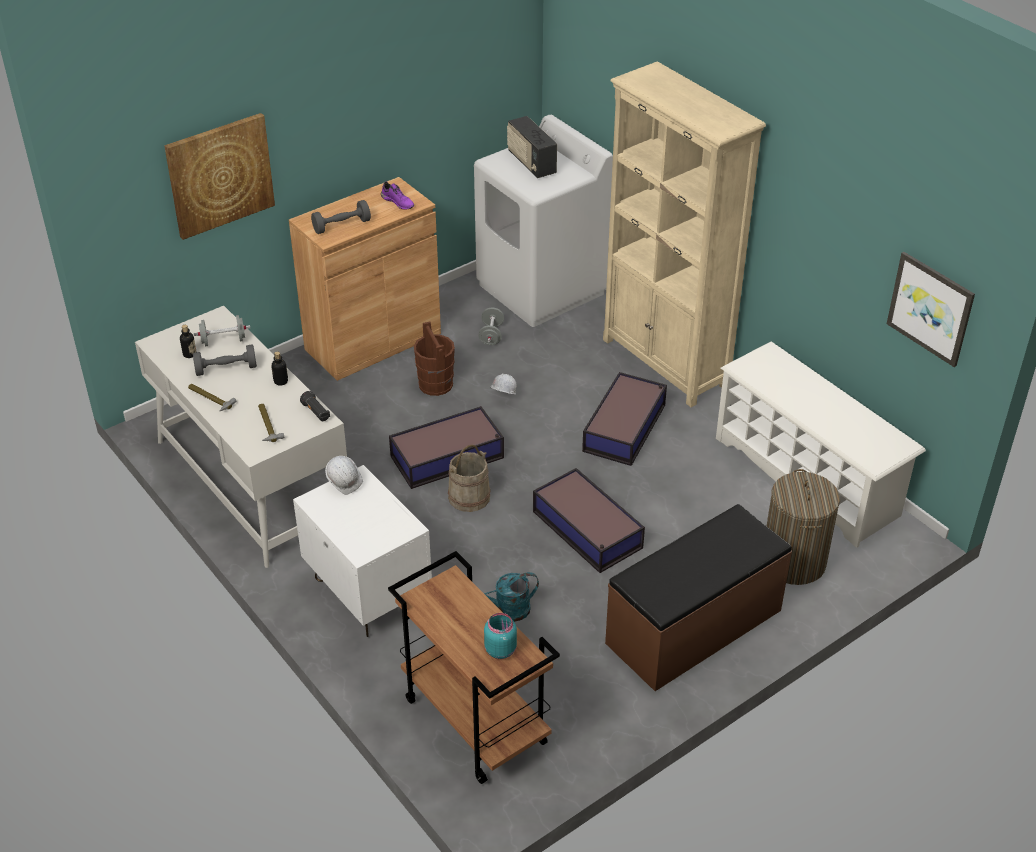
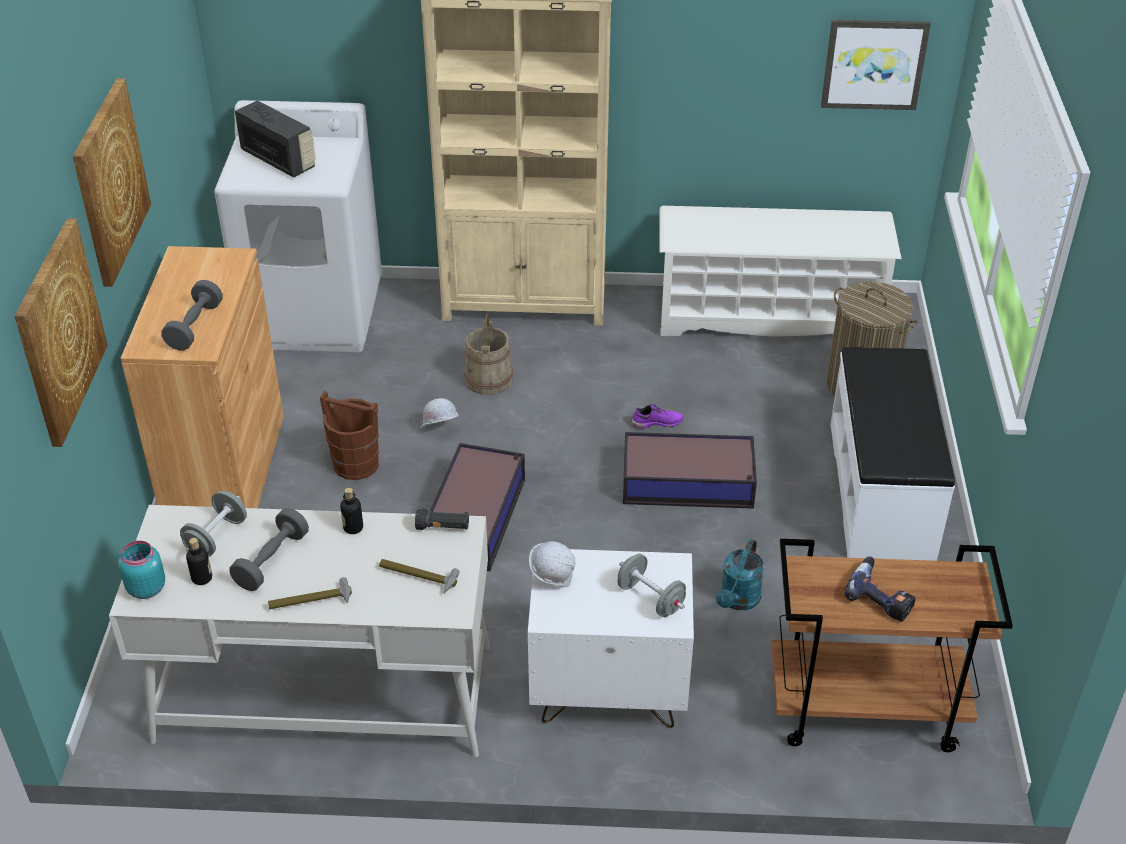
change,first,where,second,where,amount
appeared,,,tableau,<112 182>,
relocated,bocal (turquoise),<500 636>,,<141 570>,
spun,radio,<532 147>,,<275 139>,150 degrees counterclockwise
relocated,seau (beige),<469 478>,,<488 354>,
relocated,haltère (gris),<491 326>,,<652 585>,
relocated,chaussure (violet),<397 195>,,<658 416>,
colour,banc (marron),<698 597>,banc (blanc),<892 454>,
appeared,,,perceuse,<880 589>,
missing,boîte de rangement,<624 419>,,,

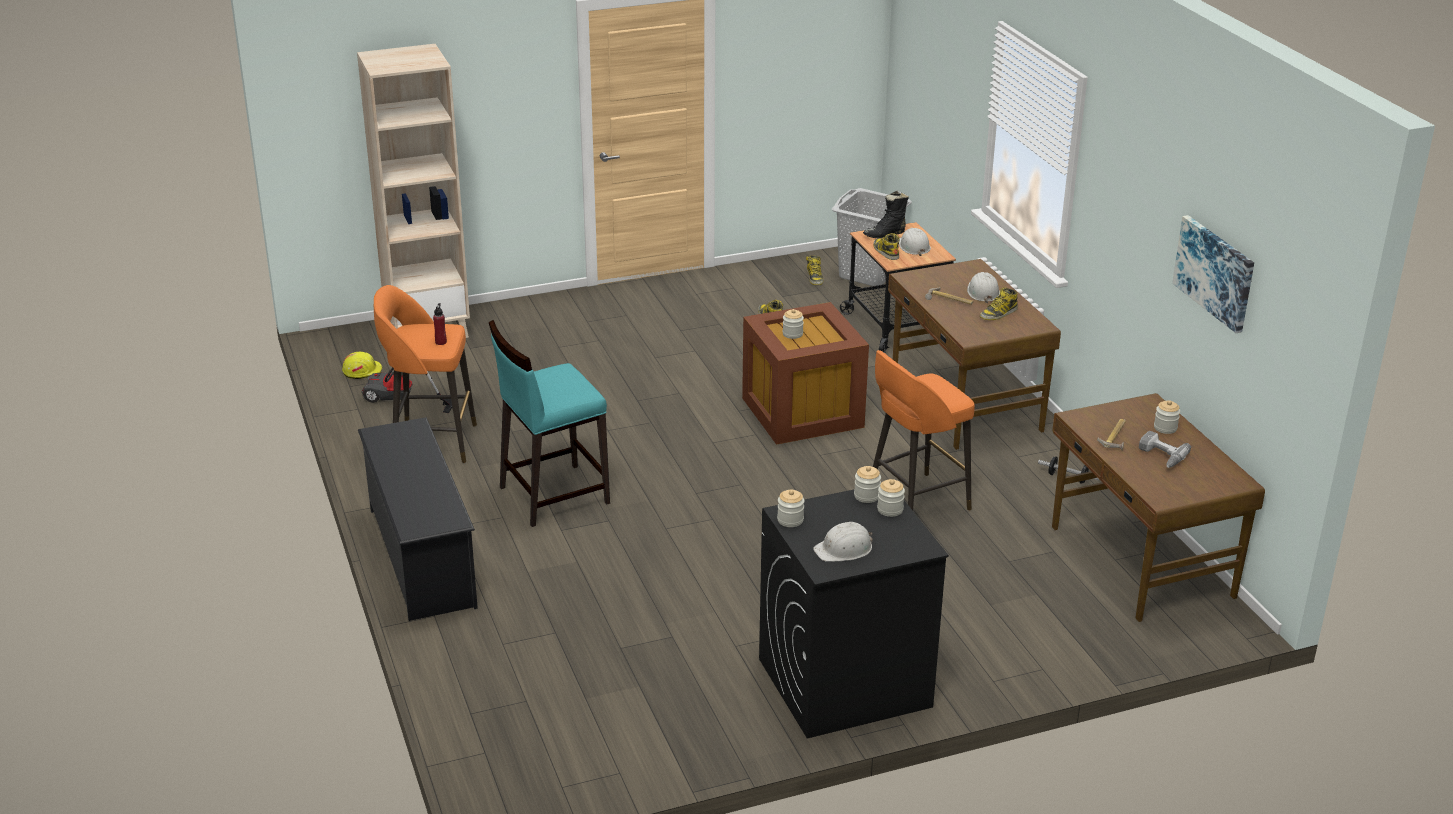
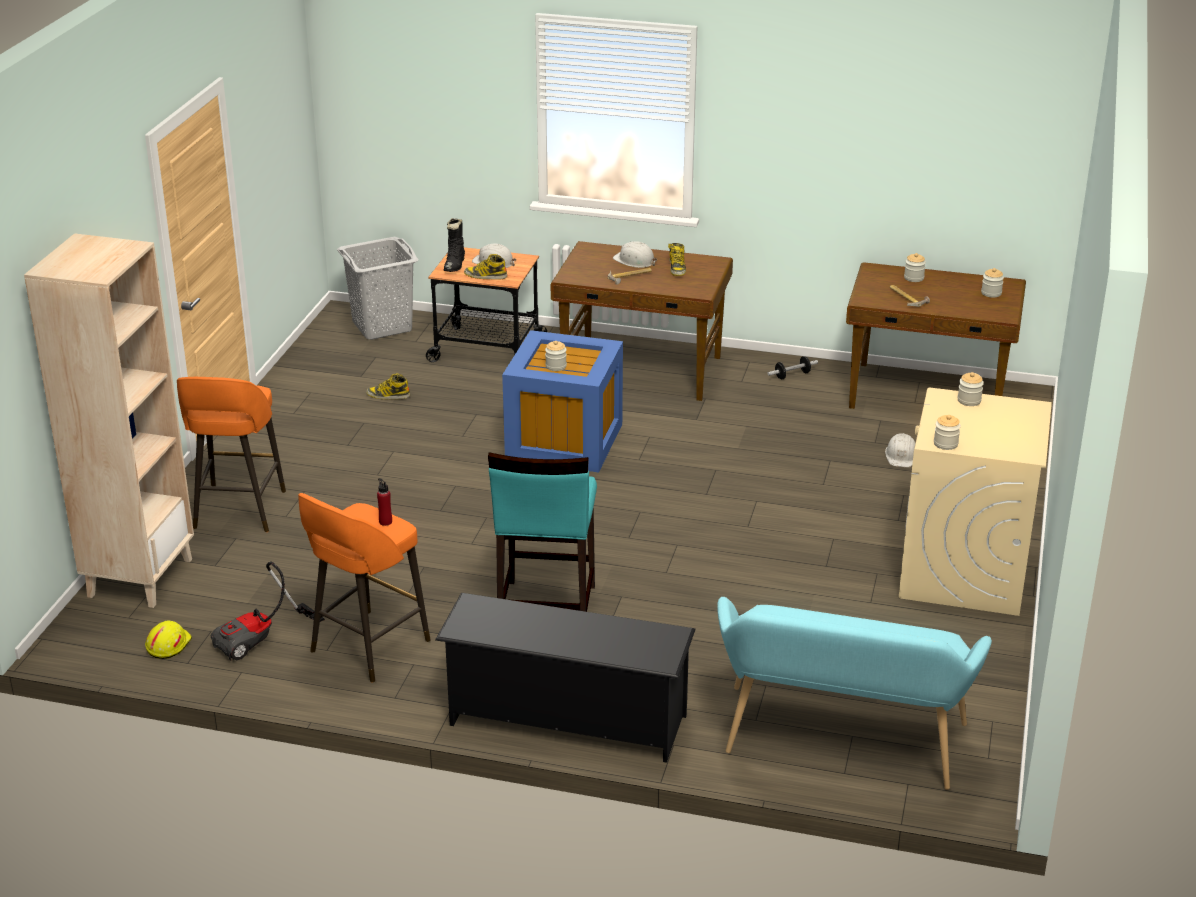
change,first,where,second,where,amount
relocated,tabouret (orange),<924 430>,,<231 454>,
colour,boîte de rangement (marron),<805 373>,boîte de rangement (bleu),<562 401>,
appeared,,,banc (turquoise),<854 693>,
relocated,casque de chantier (blanc),<843 542>,,<900 450>,
colour,lave-linge (noir),<854 614>,lave-linge (beige),<975 501>,
relocated,bocal,<867 484>,,<992 283>,
missing,botte,<814 270>,,,
missing,perceuse,<1165 449>,,,
missing,tableau,<1213 274>,,,

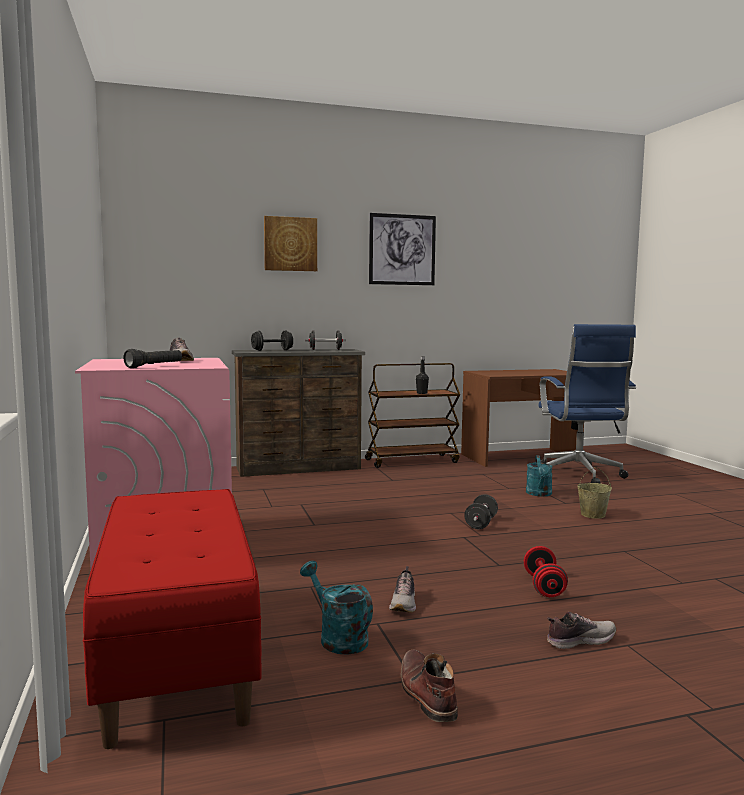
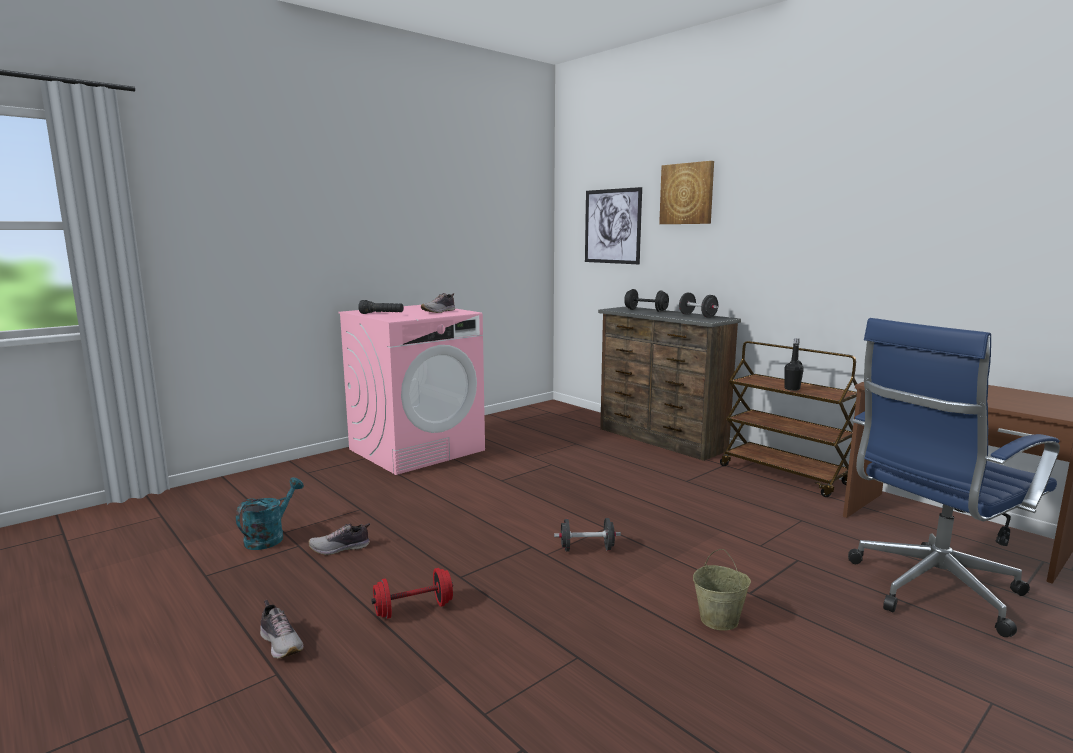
change,first,where,second,where,amount
relocated,tableau,<402 249>,,<613 225>,
missing,banc (rouge),<172 619>,,,
missing,botte (marron),<429 686>,,,
missing,arrosoir (turquoise),<539 476>,,,

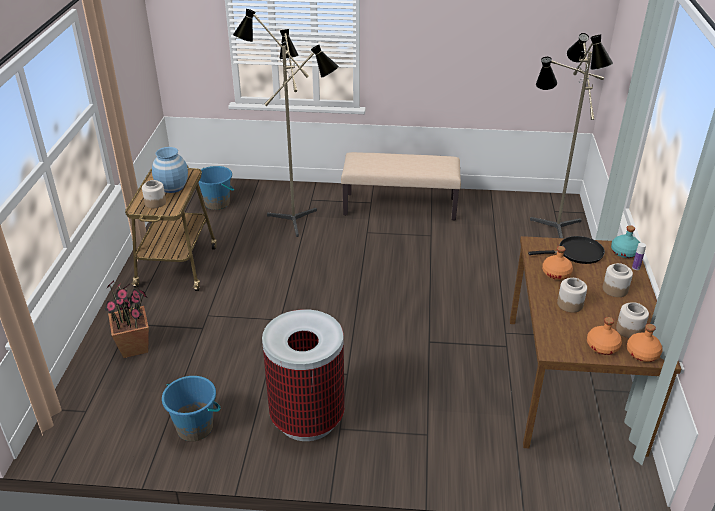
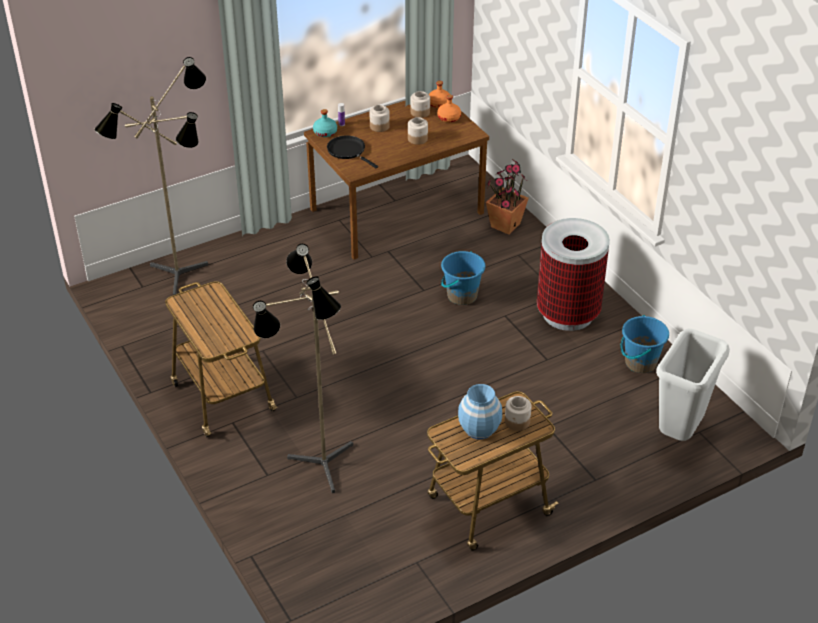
change,first,where,second,where,amount
exchanged,banc (beige),<401 186>,chariot,<221 359>,
relocated,seau (bleu),<216 188>,,<463 278>,
relocated,plante en pot,<126 319>,,<507 196>,
appeared,,,poubelle (gris),<693 385>,
missing,bouteille (orange),<557 263>,,,

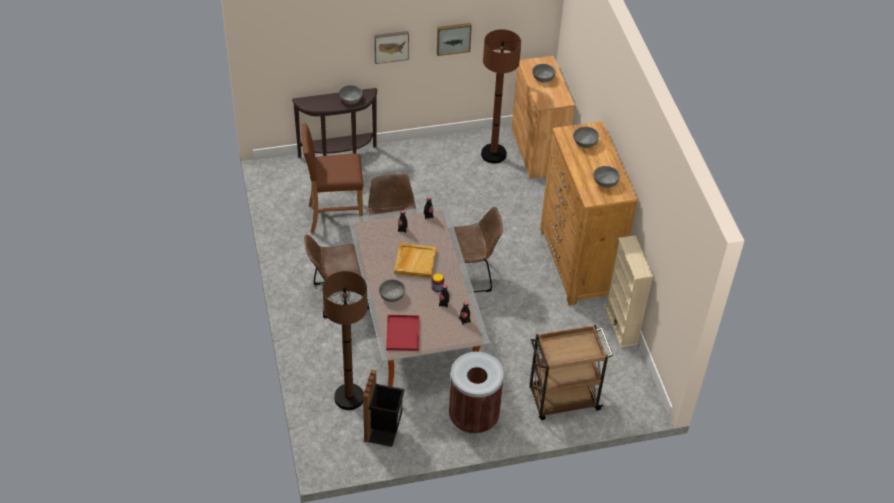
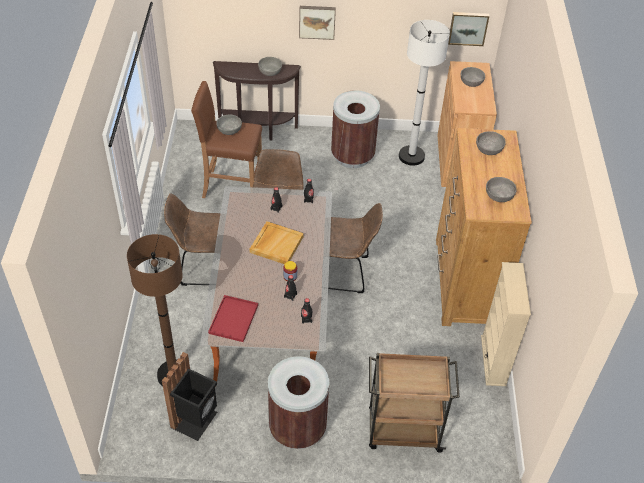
change,first,where,second,where,amount
relocated,bol (gris),<392 290>,,<229 125>,
appeared,,,poubelle (marron),<355 129>,
colour,lampadaire (marron),<501 96>,lampadaire (blanc),<424 93>,
relocated,tableau,<454 39>,,<468 29>,

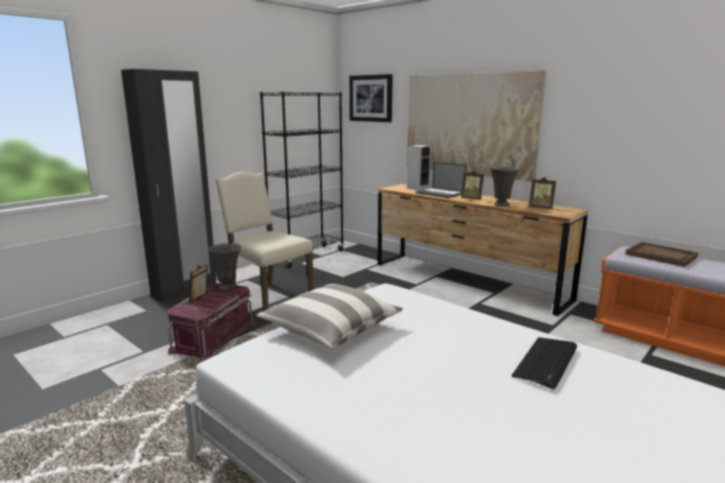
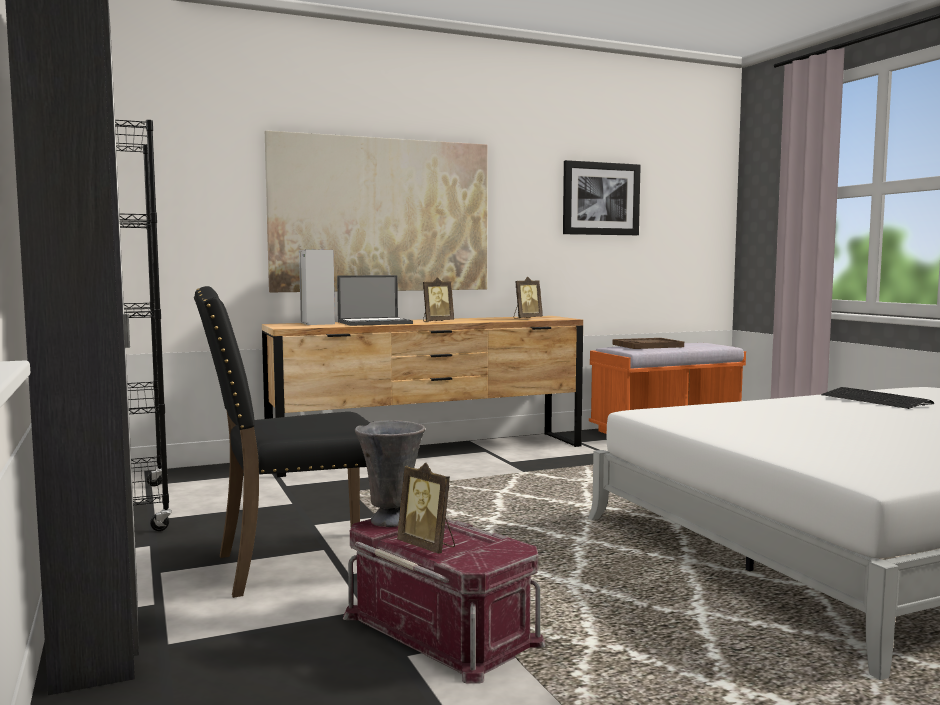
change,first,where,second,where,amount
colour,chaise (beige),<264 241>,chaise (noir),<282 442>,
relocated,tableau,<371 98>,,<602 197>,
missing,coussin,<330 316>,,,
missing,vase (gris),<504 187>,,,

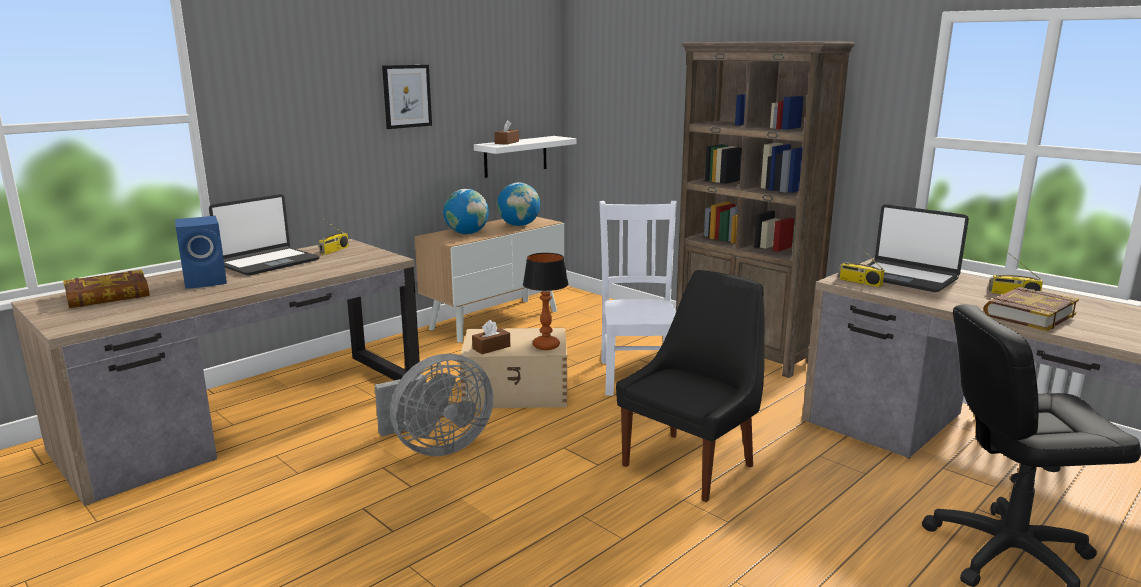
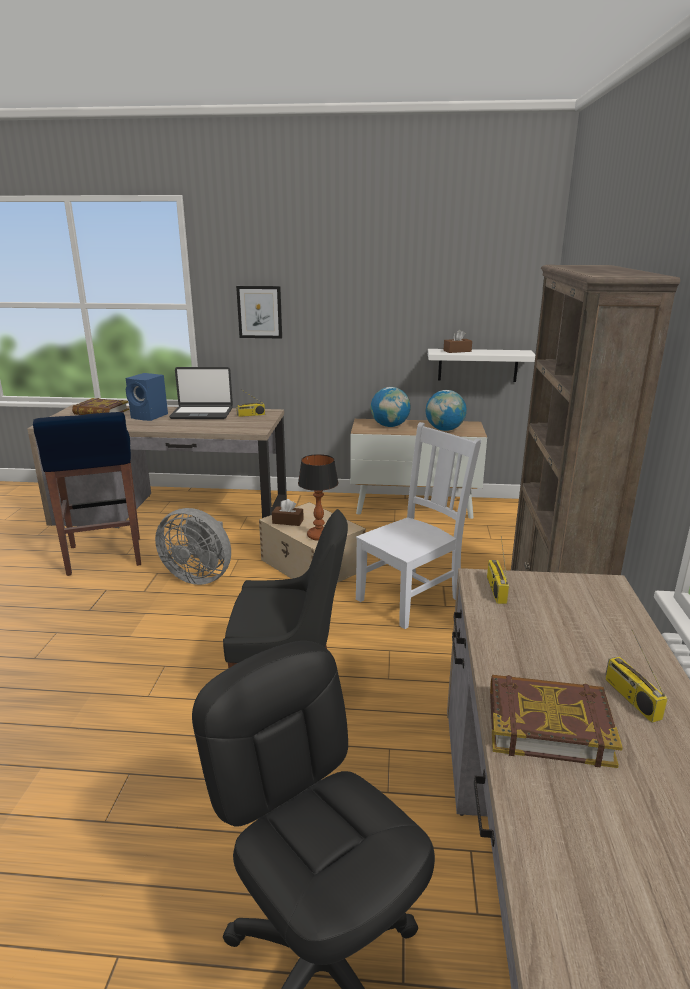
change,first,where,second,where,amount
appeared,,,tabouret (bleu),<87 494>,
relocated,tableau,<407 97>,,<259 312>,
missing,ordinateur portable,<918 248>,,,

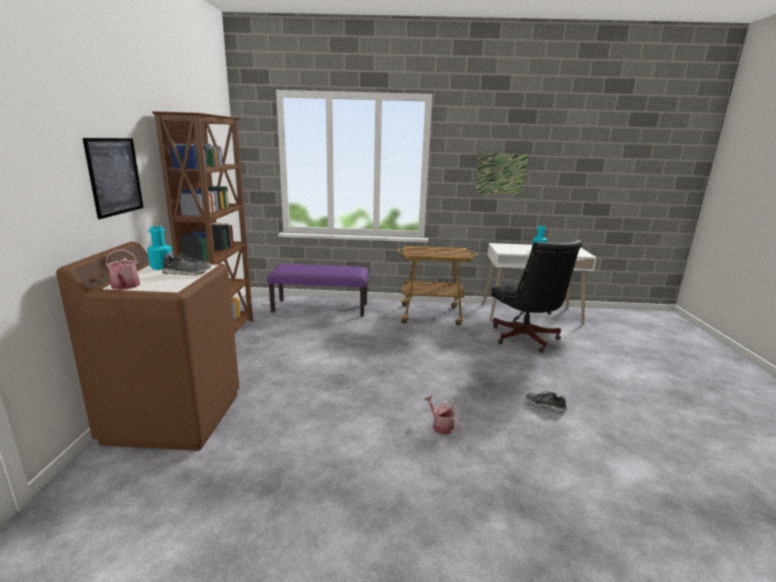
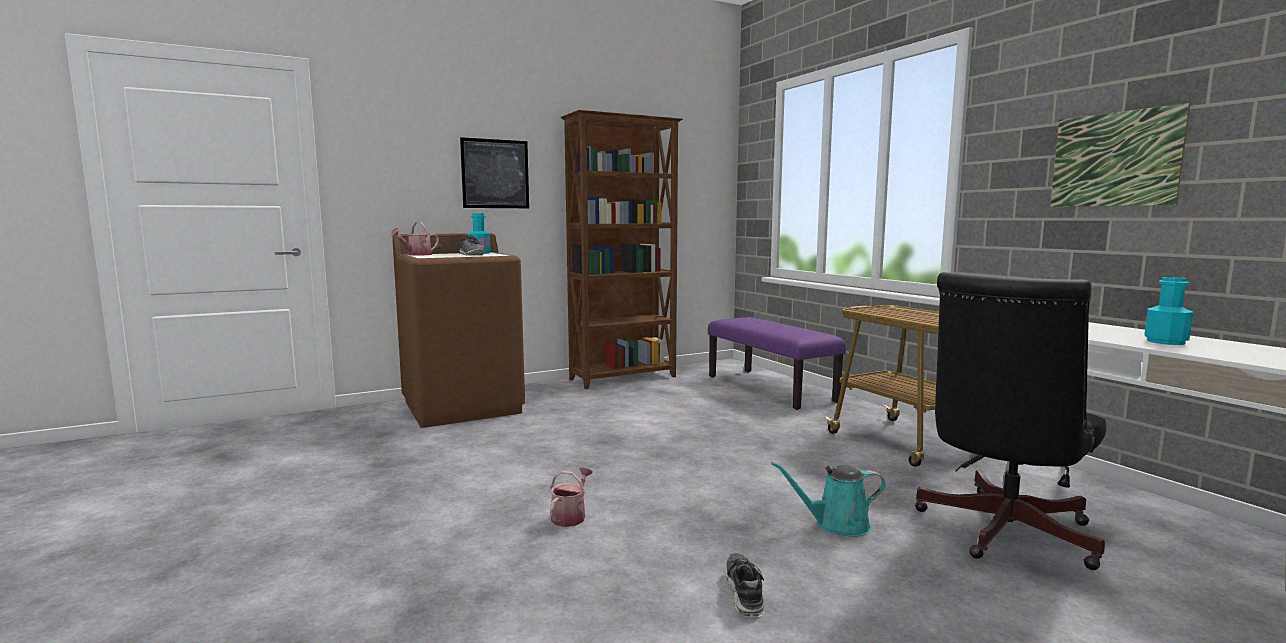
change,first,where,second,where,amount
appeared,,,arrosoir (turquoise),<828 499>,

